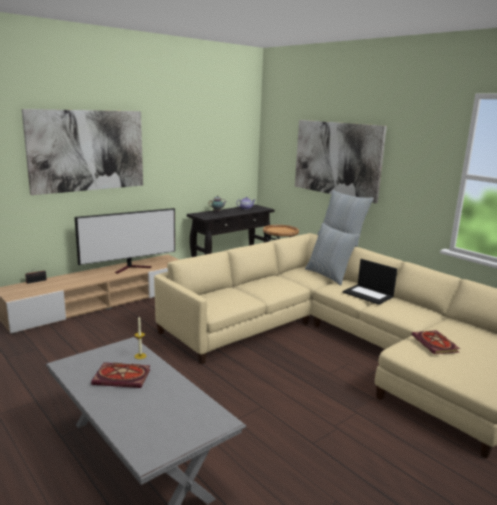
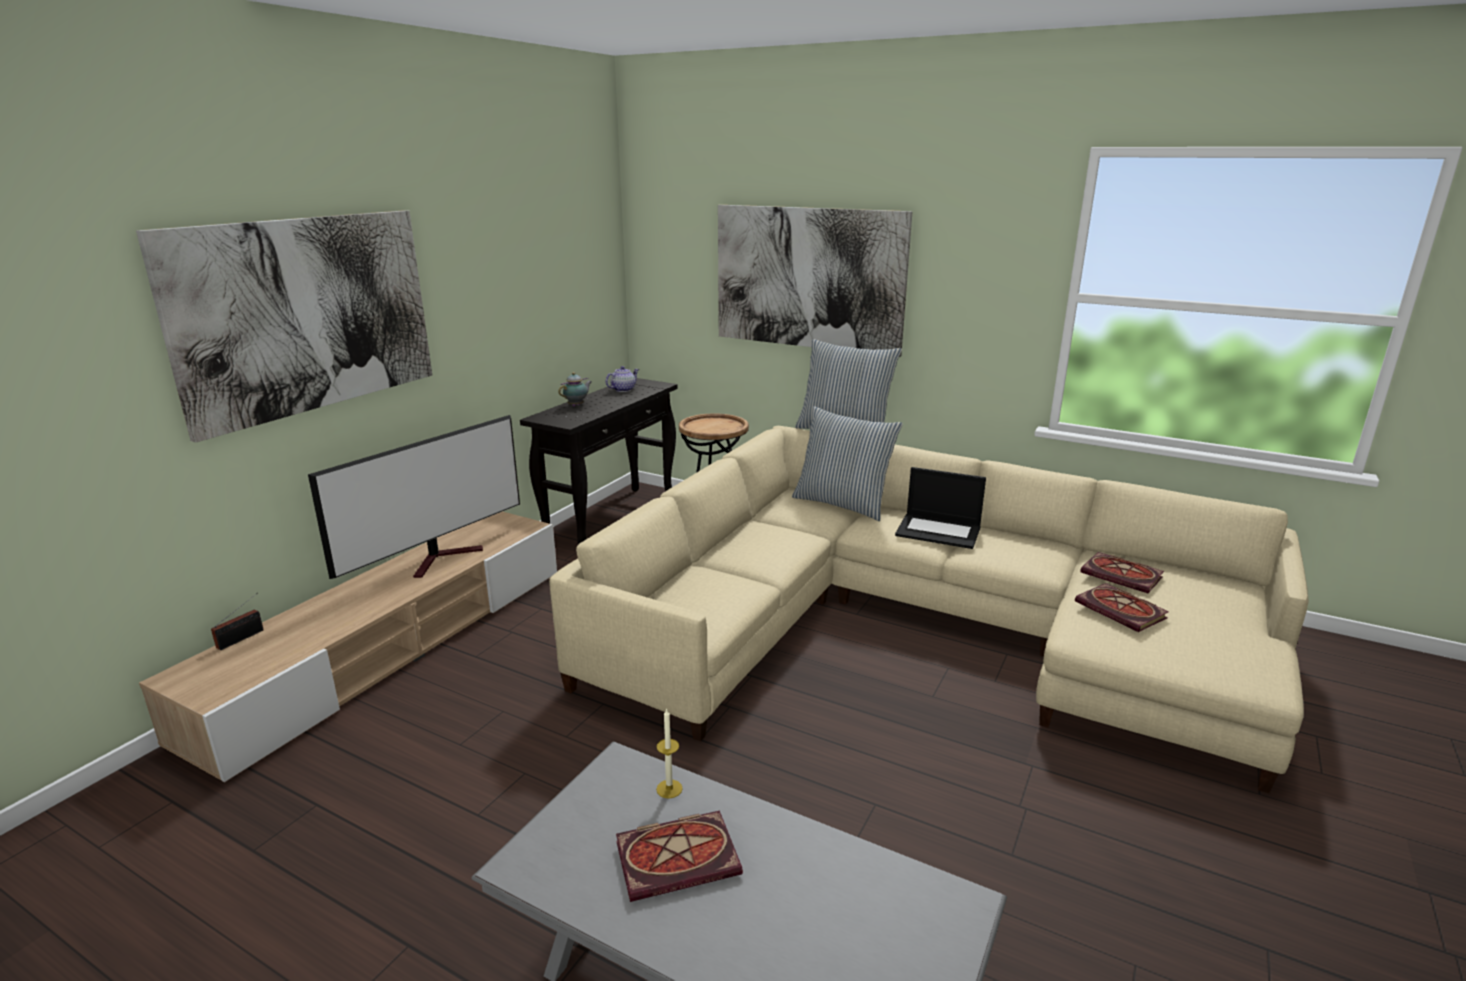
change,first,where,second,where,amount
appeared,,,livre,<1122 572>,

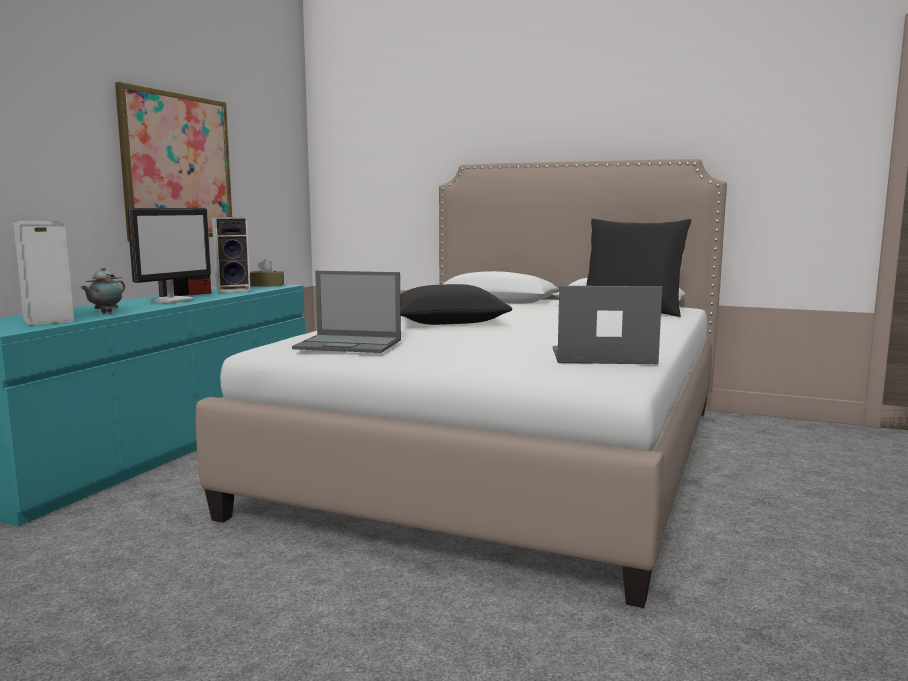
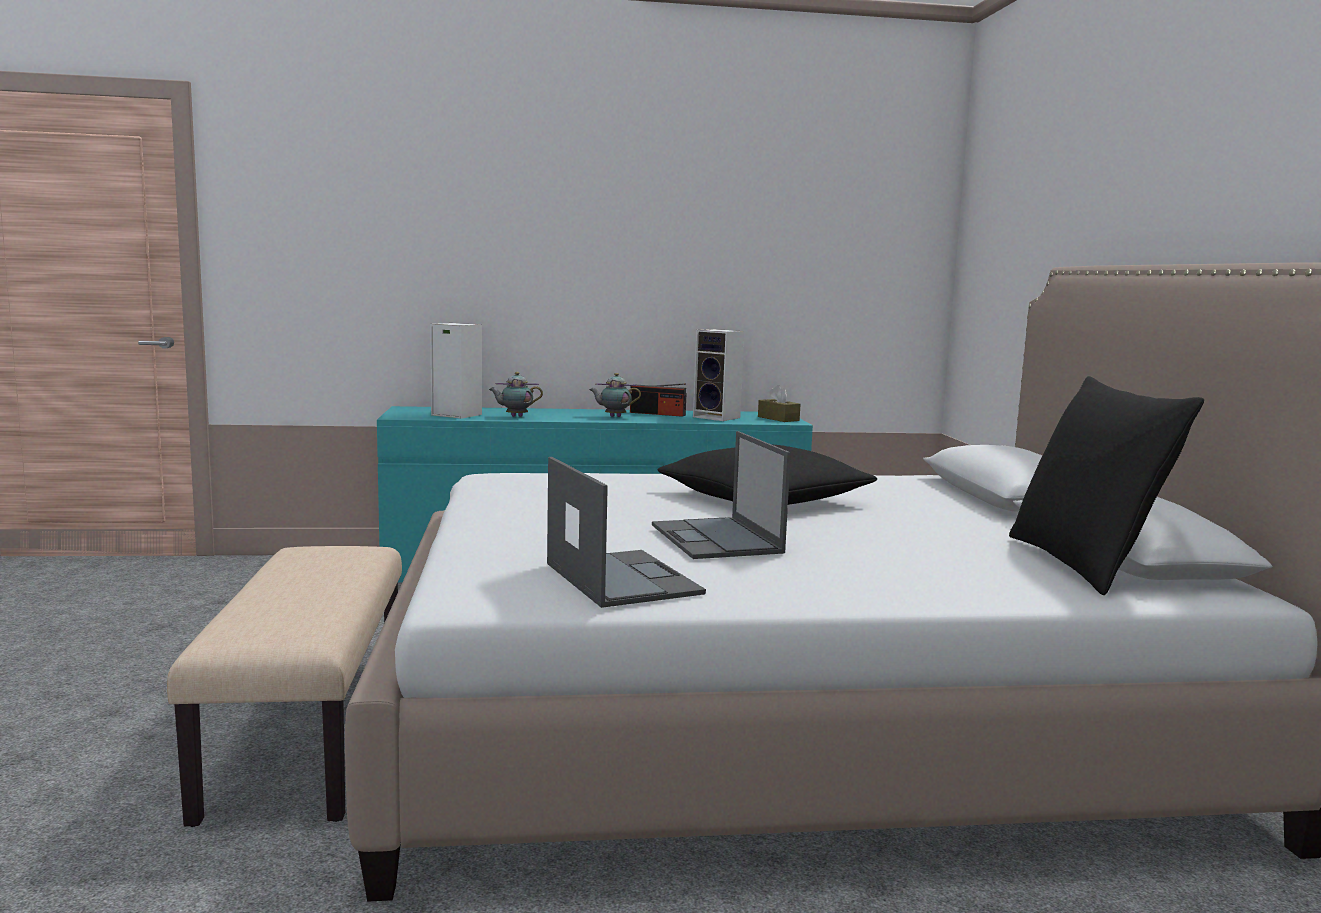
change,first,where,second,where,amount
appeared,,,banc (beige),<284 686>,
exchanged,écran d'ordinateur,<169 255>,théière,<615 395>,
relocated,ordinateur portable,<346 312>,,<721 495>,
missing,tableau,<173 161>,,,

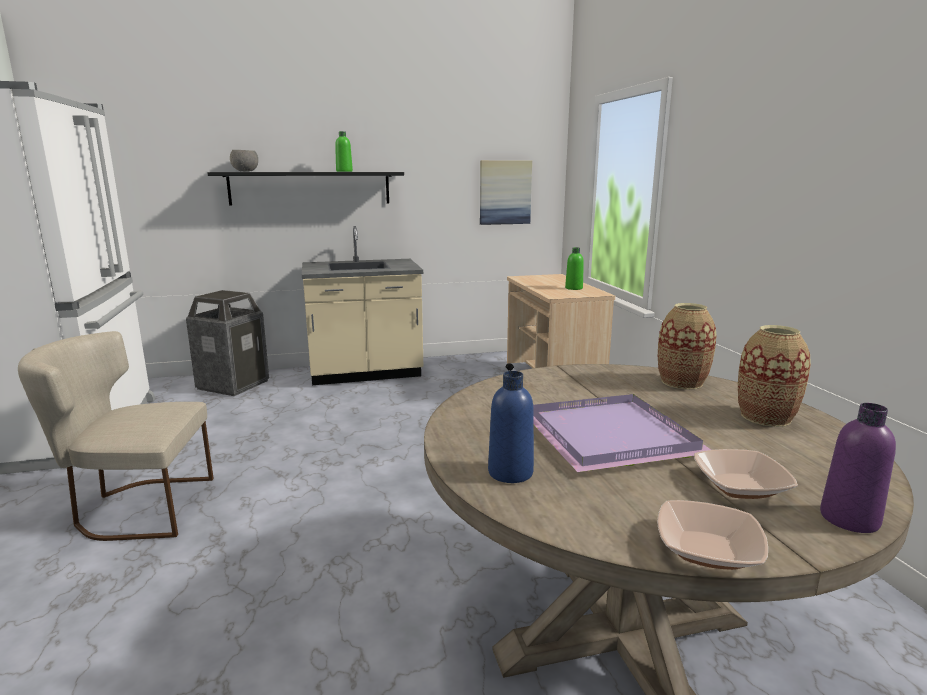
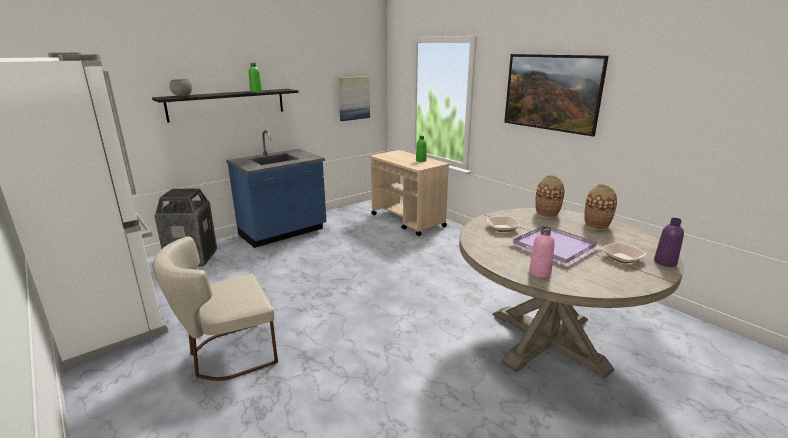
change,first,where,second,where,amount
colour,comptoir de cuisine (beige),<362 305>,comptoir de cuisine (bleu),<276 189>,
relocated,bol,<712 535>,,<503 224>,
appeared,,,tableau,<556 95>,
colour,bouteille (bleu),<511 427>,bouteille (rose),<542 252>,

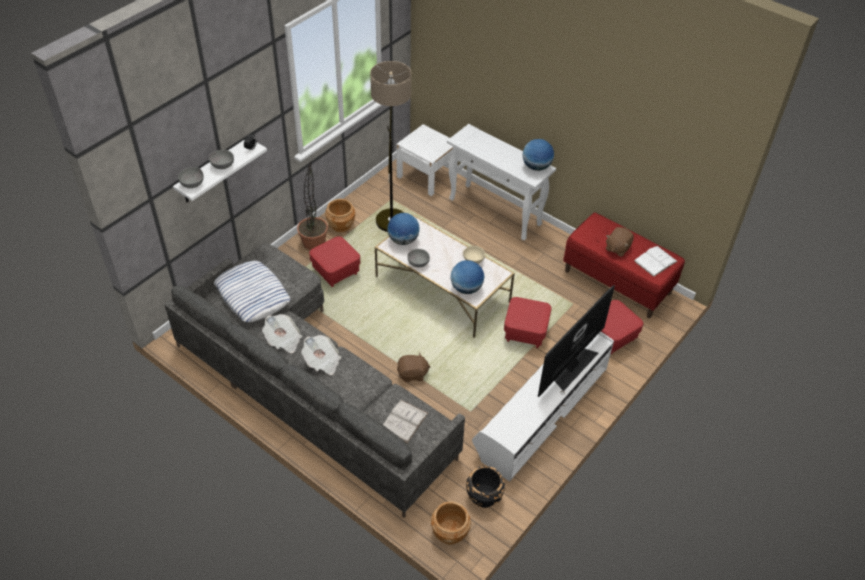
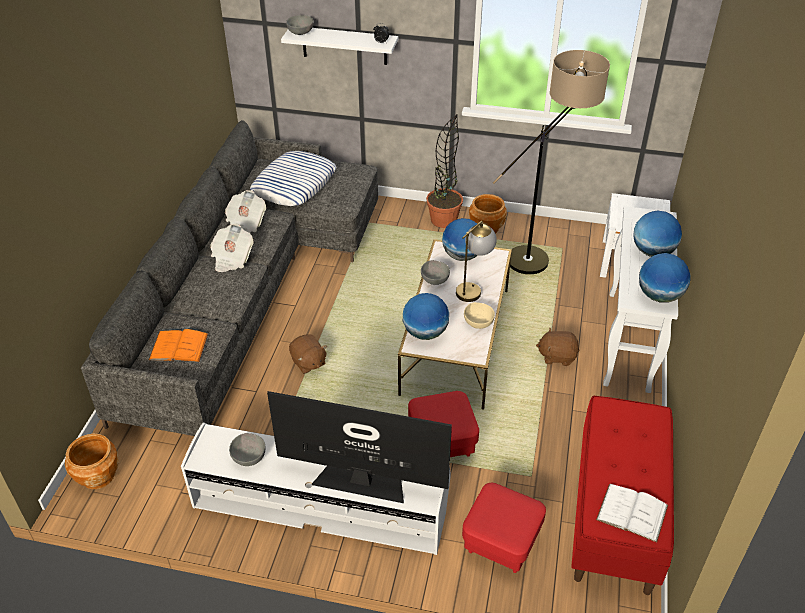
change,first,where,second,where,amount
colour,livre (blanc),<405 421>,livre (orange),<178 345>,
relocated,bol (gris),<221 159>,,<247 449>,
appeared,,,lampe de table,<476 261>,
relocated,peluche (marron),<620 242>,,<557 346>,
appeared,,,globe,<657 234>,
missing,pouf (rouge),<334 261>,,,
missing,cache-pot (noir),<485 487>,,,

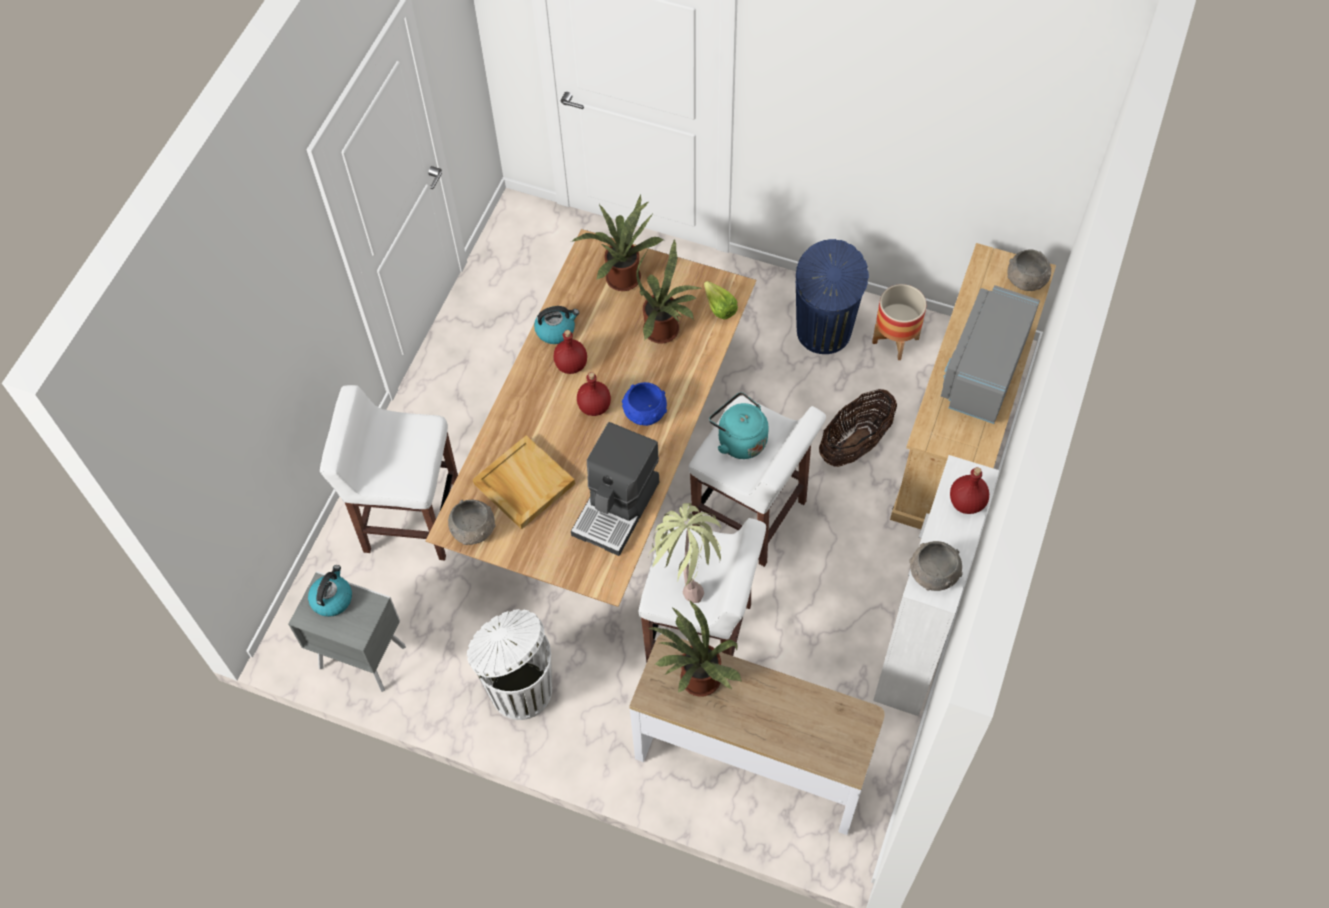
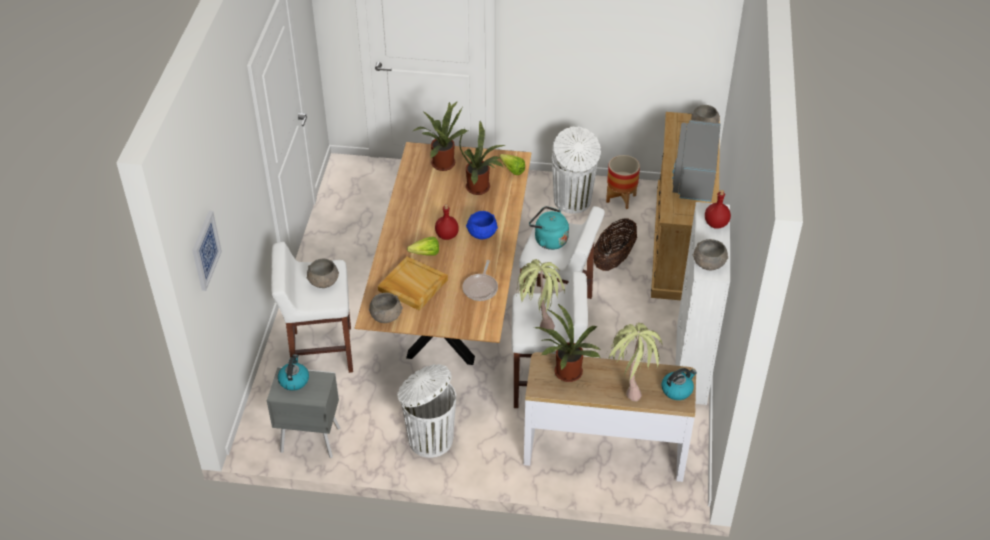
change,first,where,second,where,amount
appeared,,,tableau,<207 251>,
appeared,,,bol (gris),<322 273>,
appeared,,,laitue,<423 246>,
exchanged,machine à café,<615 489>,poêle,<480 280>,
colour,poubelle (bleu),<832 296>,poubelle (blanc),<576 170>,
appeared,,,plante en pot,<634 362>,
relocated,bouilloire,<556 325>,,<679 384>,
missing,bouteille (rouge),<570 352>,,,

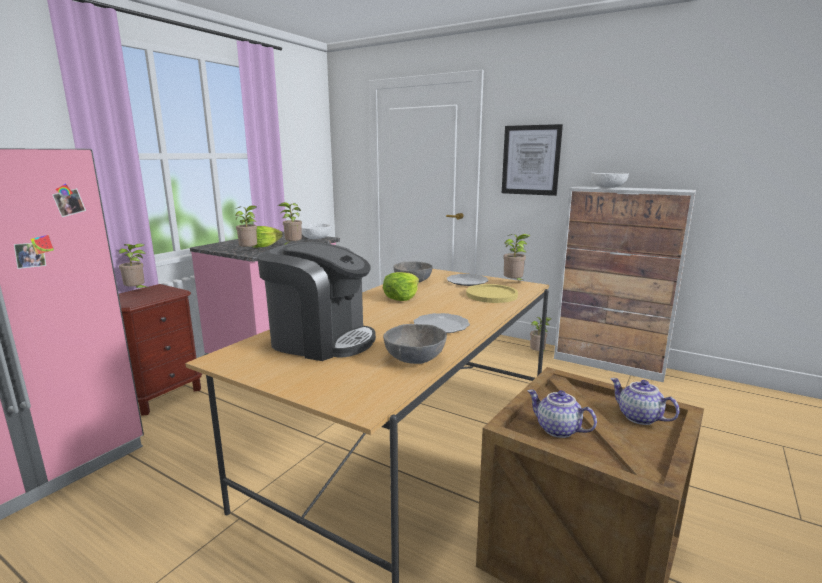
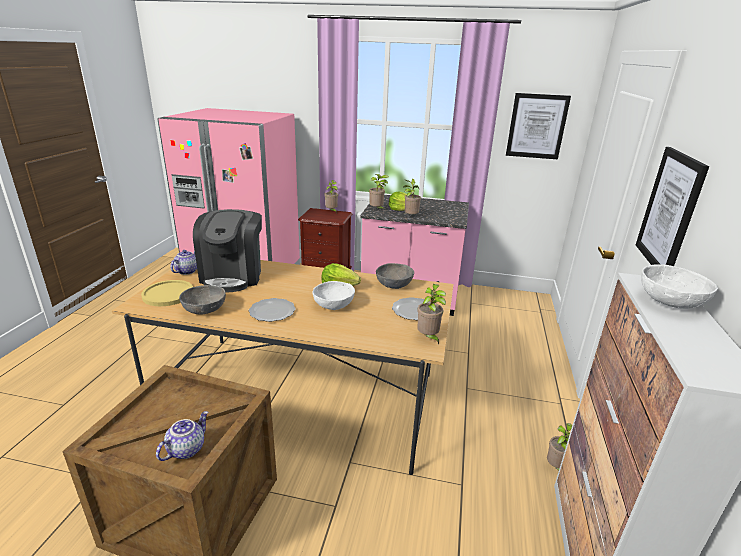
change,first,where,second,where,amount
relocated,assiette (jaune),<492 293>,,<167 293>,
relocated,théière,<562 413>,,<183 262>,
relocated,bol (blanc),<316 231>,,<333 295>,
appeared,,,tableau,<538 126>,

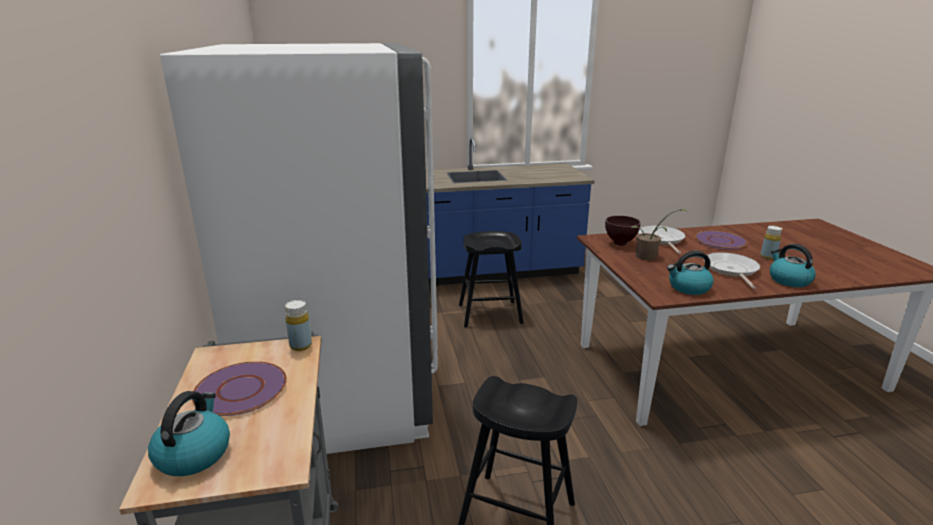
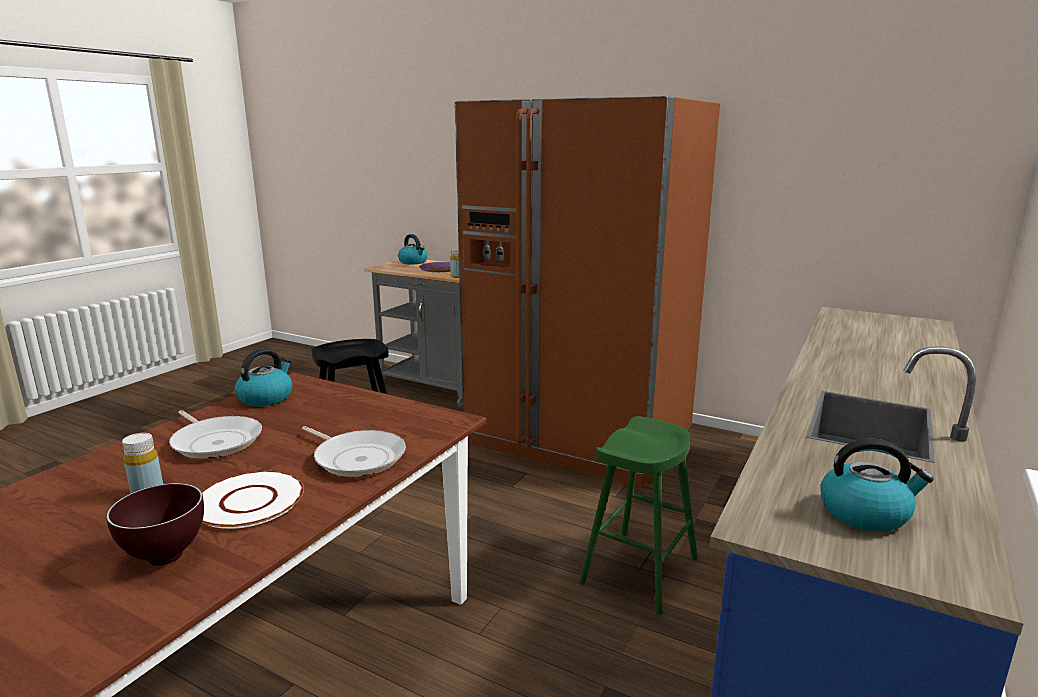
change,first,where,second,where,amount
relocated,bol (marron),<623 230>,,<155 524>,
colour,assiette (violet),<721 240>,assiette (blanc),<252 500>,
colour,réfrigérateur (blanc),<299 248>,réfrigérateur (marron),<587 292>,
colour,tabouret (noir),<491 279>,tabouret (vert),<638 515>,
relocated,bouilloire,<793 265>,,<877 485>,
missing,plante en pot,<660 234>,,,

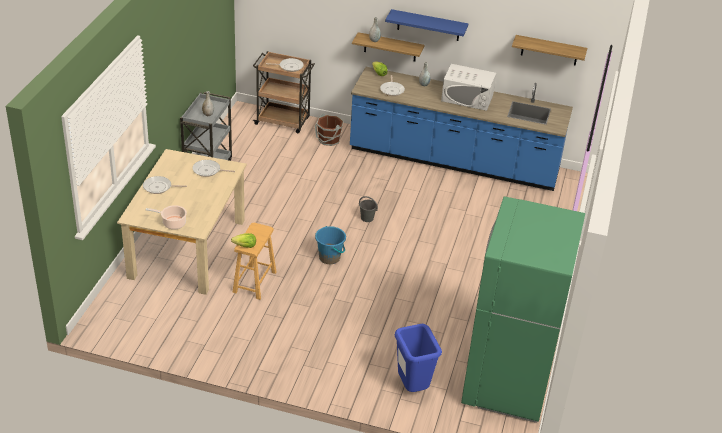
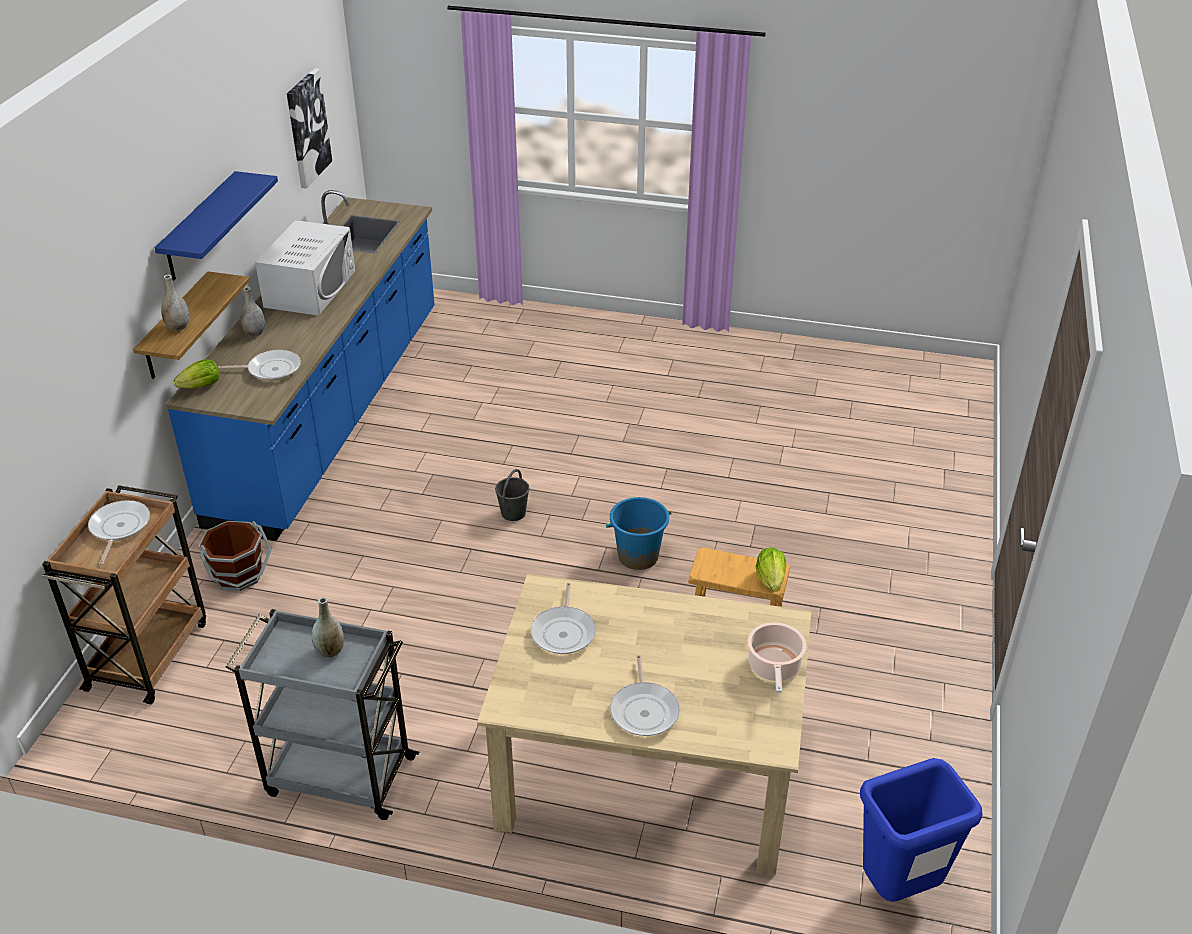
change,first,where,second,where,amount
exchanged,étagère,<549 50>,tableau,<309 128>,
relocated,poubelle (bleu),<418 358>,,<921 830>,
missing,réfrigérateur (vert),<523 309>,,,

